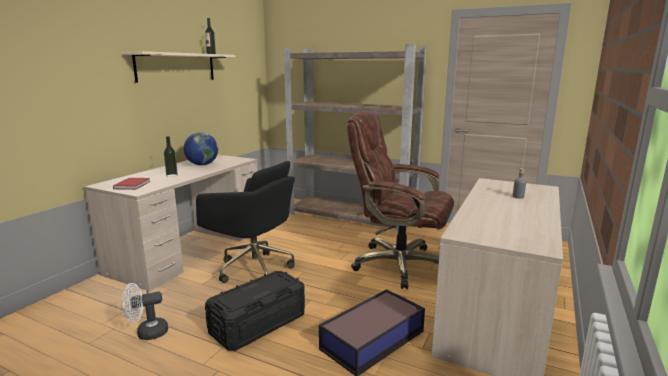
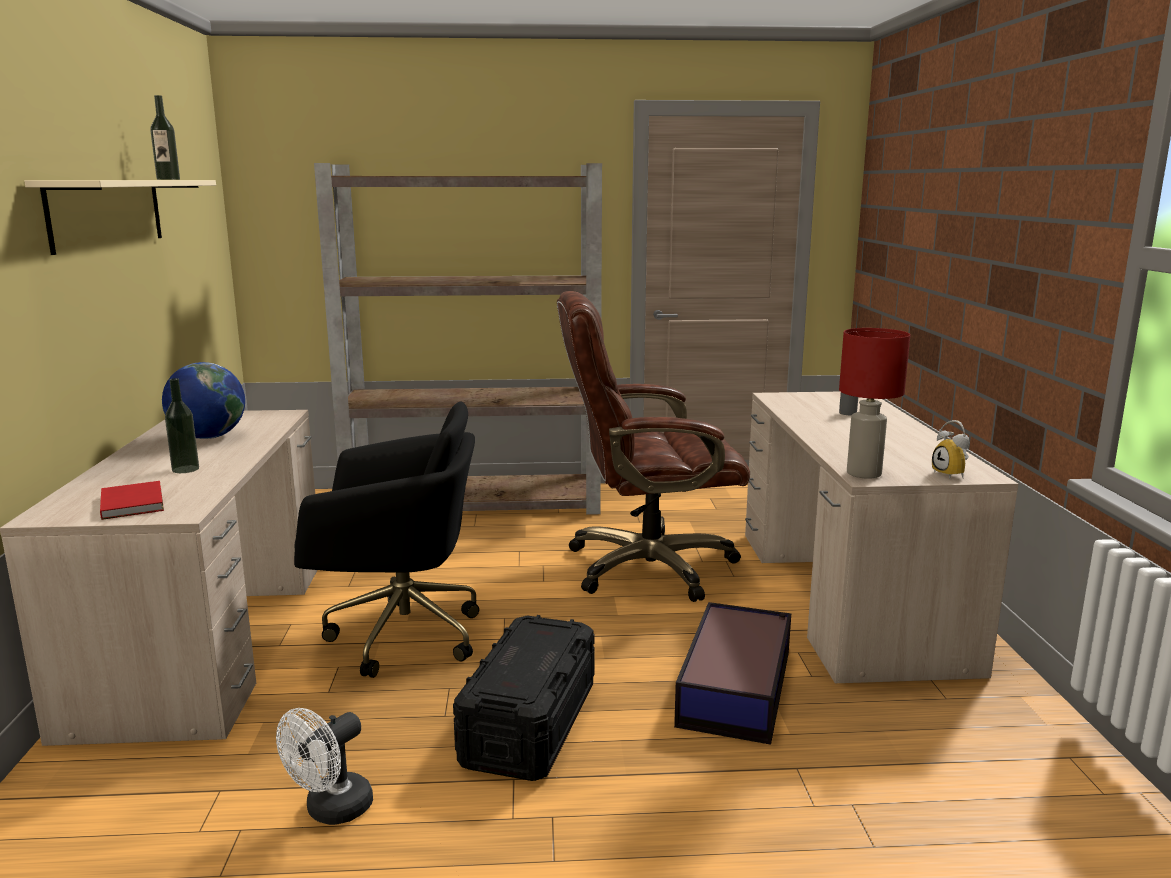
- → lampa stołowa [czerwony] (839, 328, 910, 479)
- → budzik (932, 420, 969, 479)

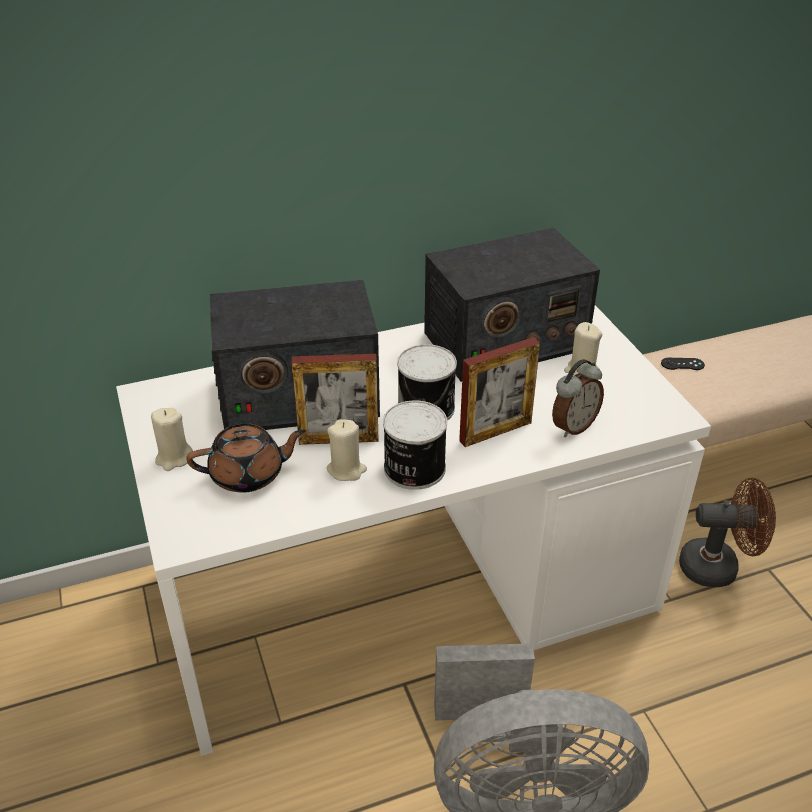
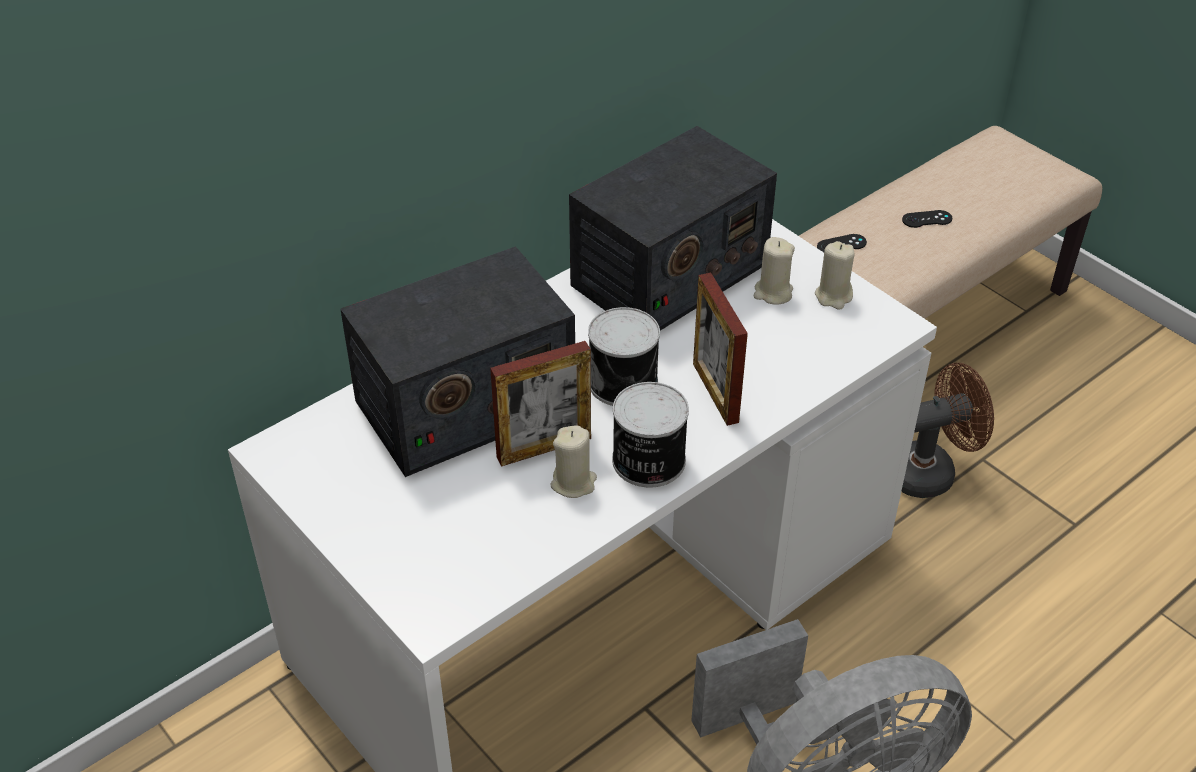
imbryk [brązowy] (186, 423, 306, 493) → -
budzik (552, 359, 604, 438) → -
- → pad do gier [czarny] (902, 210, 952, 228)
świeca [beżowy] (151, 408, 193, 471) → świeca [beżowy] (815, 241, 854, 310), move
ramka na zdjęcie (459, 337, 540, 447) → ramka na zdjęcie (693, 272, 748, 426), 120 degrees clockwise

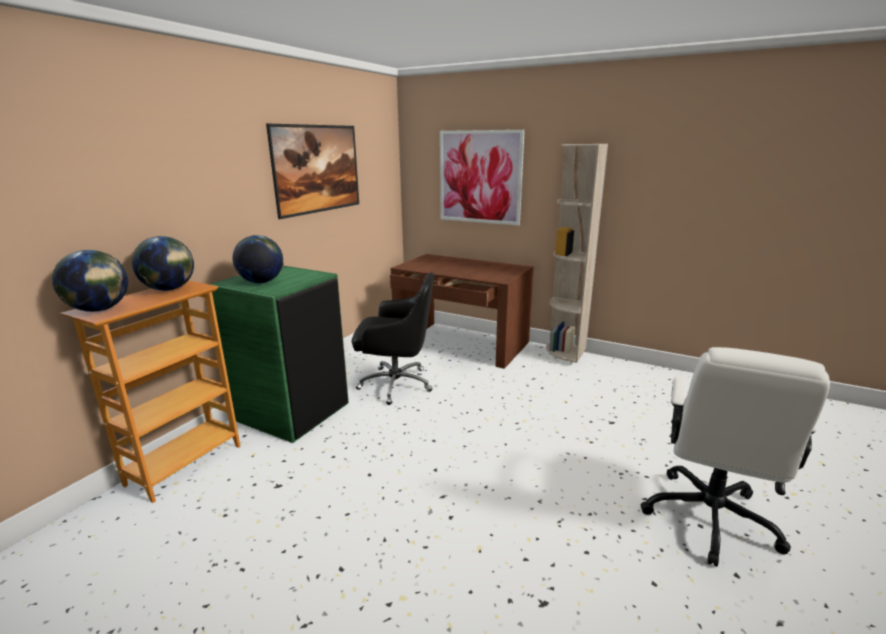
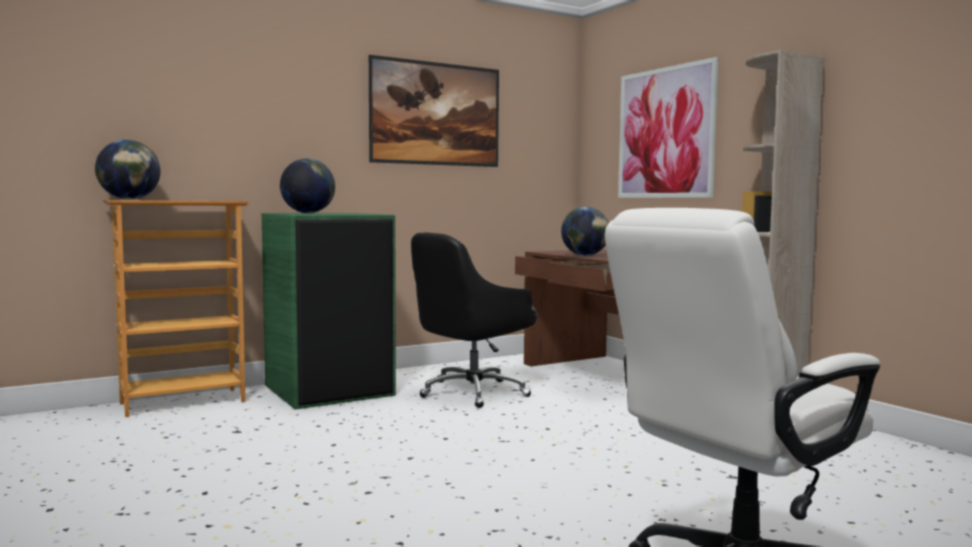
globus (132, 236, 194, 291) → globus (561, 207, 609, 256), move
krzesło biurowe [czarny] (352, 272, 434, 405) → krzesło biurowe [czarny] (411, 233, 538, 408), 105 degrees clockwise

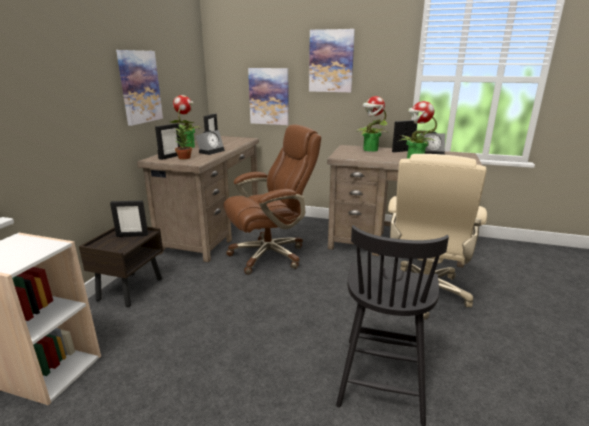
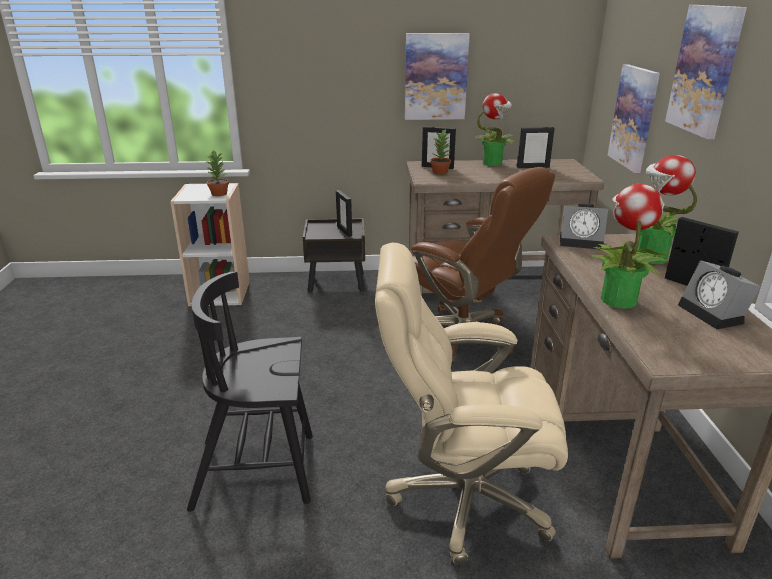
- → roślina doniczkowa (206, 149, 229, 196)
budzik (196, 130, 225, 155) → budzik (560, 204, 608, 250), move

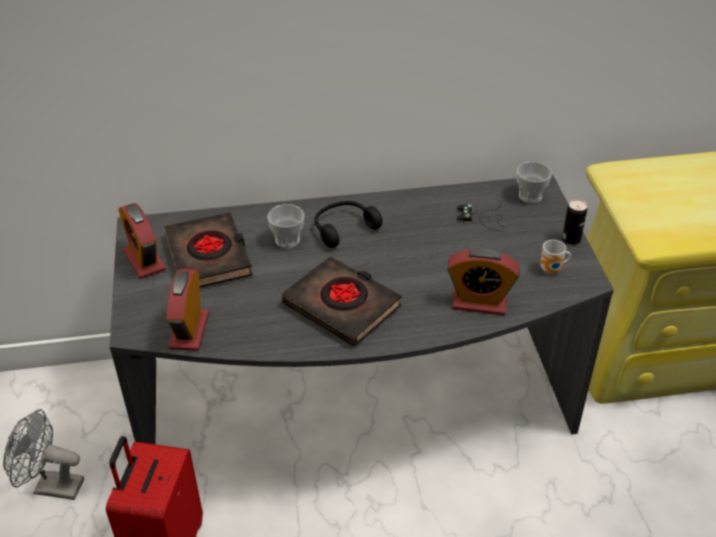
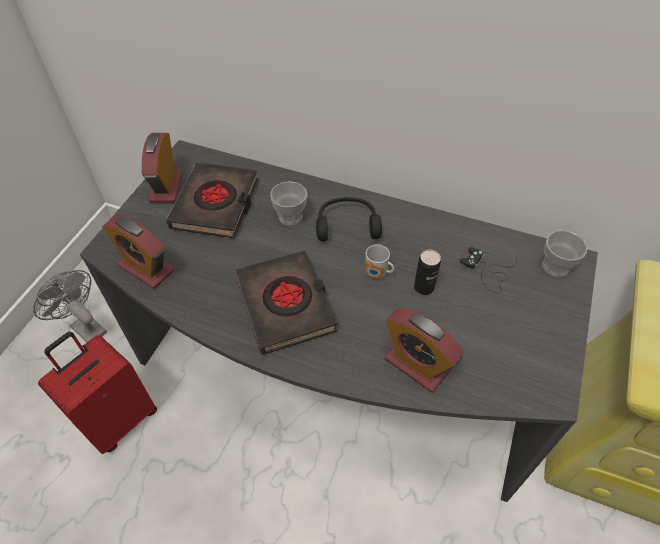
kubek (540, 240, 571, 274) → kubek (365, 244, 394, 279), move
puszka (562, 199, 587, 245) → puszka (414, 250, 441, 295), move
budzik (166, 269, 209, 351) → budzik (102, 215, 174, 289), 90 degrees counterclockwise

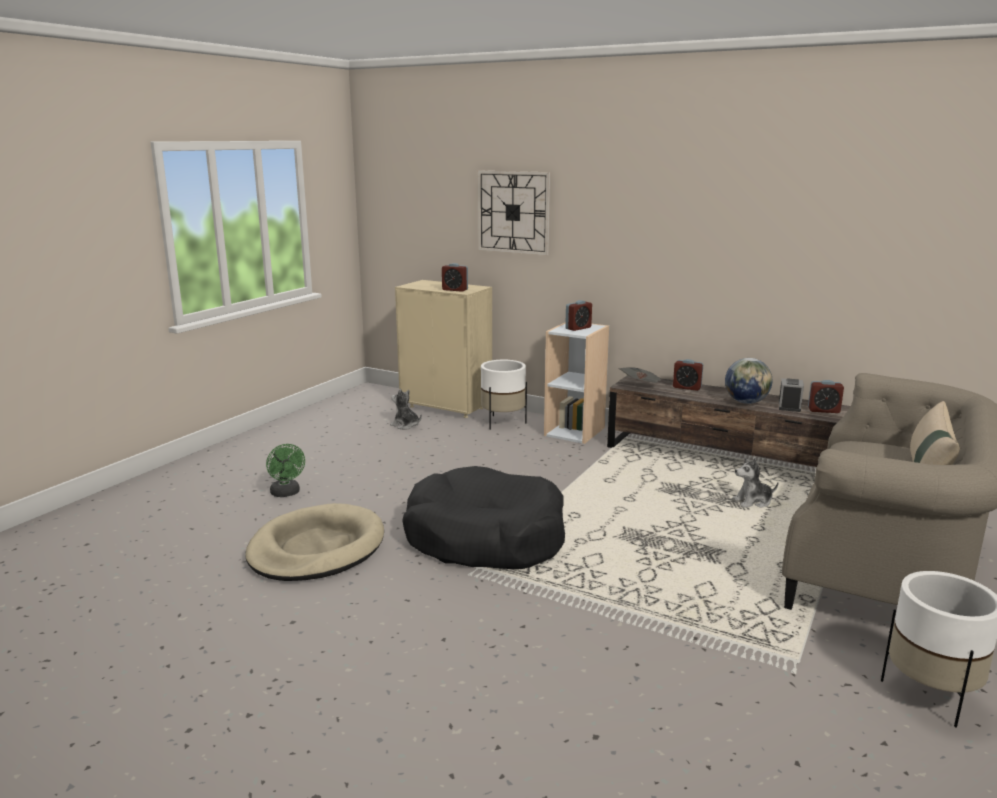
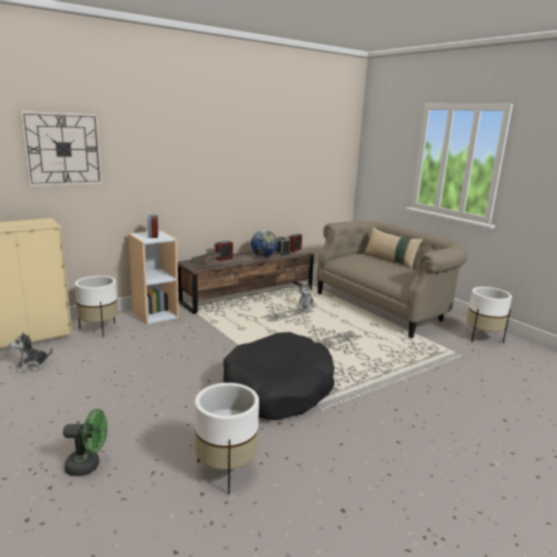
budzik (442, 263, 468, 292) → -
legowisko [beżowy] (245, 503, 384, 581) → donica [biały] (195, 383, 259, 494)

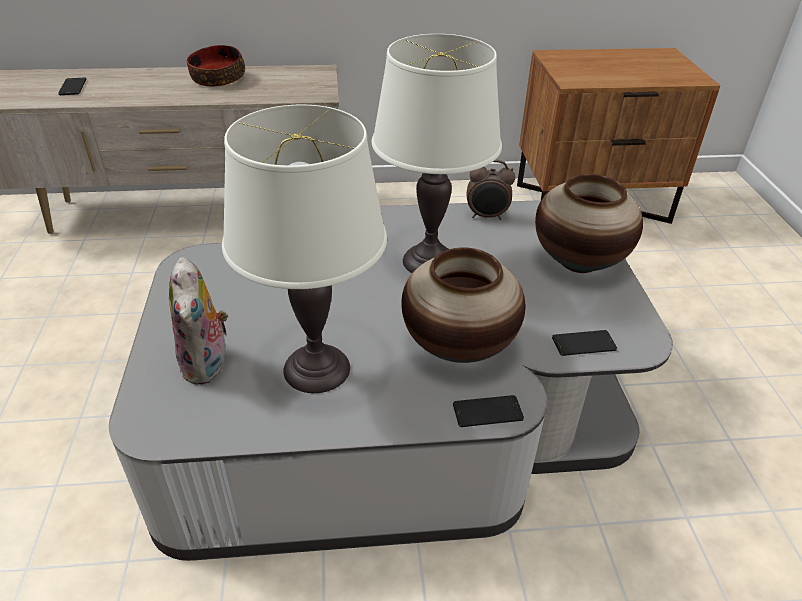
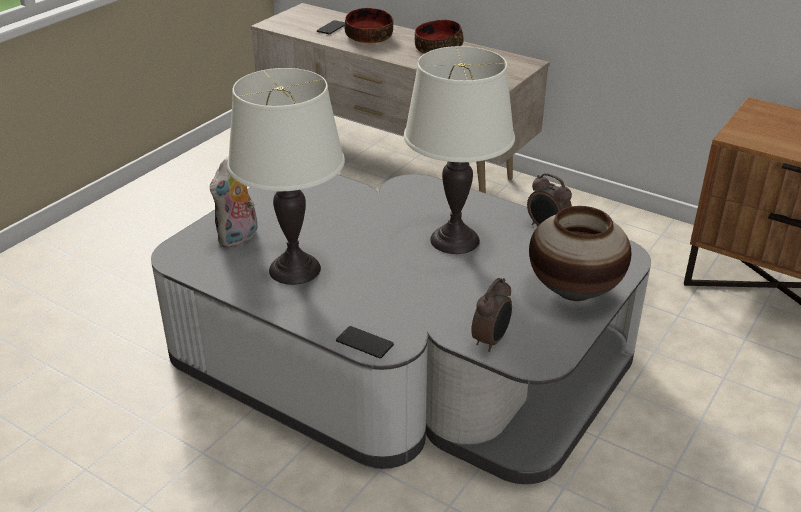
wazon (401, 247, 525, 363) → -
- → miska (344, 8, 393, 43)
telefon (552, 330, 617, 356) → budzik (471, 278, 512, 352)

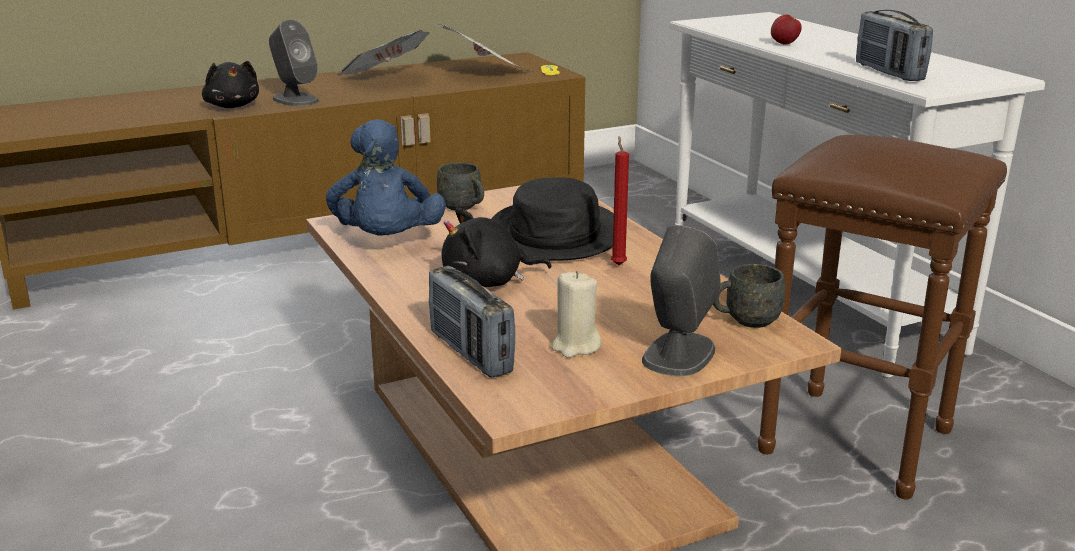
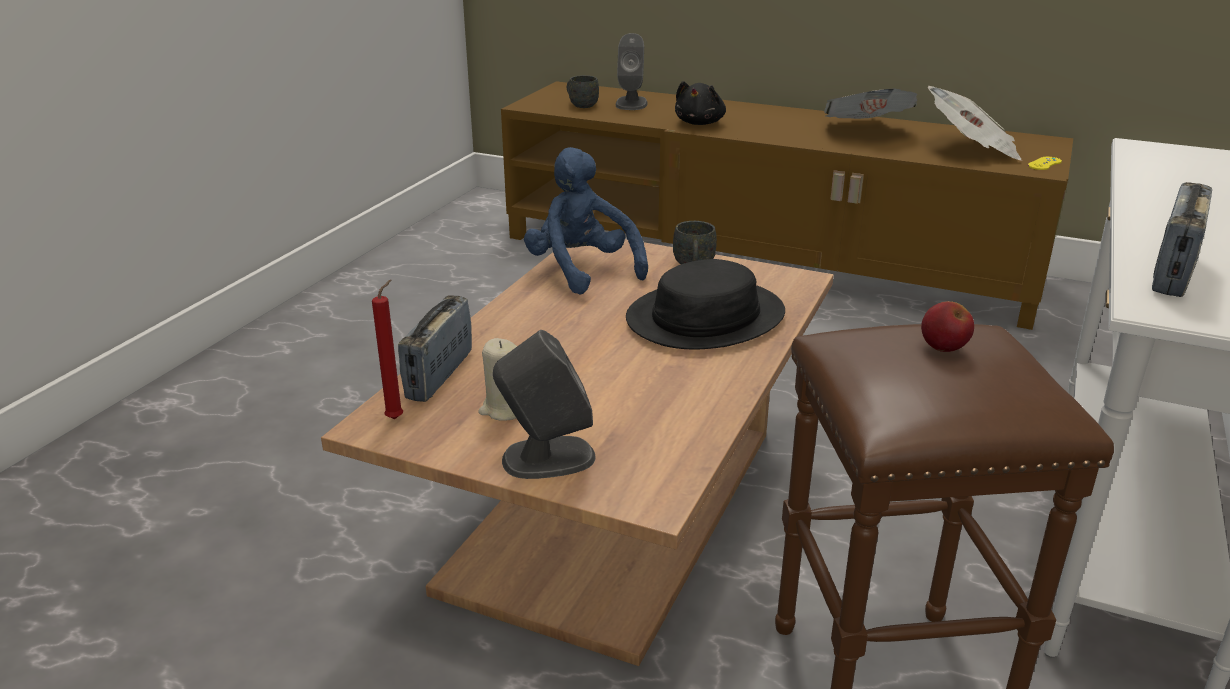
pluszak [czarny] (442, 208, 551, 287) → -
głośnik [szary] (269, 20, 319, 106) → głośnik [szary] (616, 33, 648, 110), move
świeca [czerwony] (611, 136, 629, 266) → świeca [czerwony] (372, 279, 403, 419), move
kubek [szary] (713, 264, 785, 328) → kubek [szary] (567, 75, 599, 108), move
jabłko (771, 14, 802, 44) → jabłko (921, 301, 974, 352), move
pluszak [niebieski] (326, 119, 446, 236) → pluszak [niebieski] (524, 147, 648, 295), 105 degrees clockwise

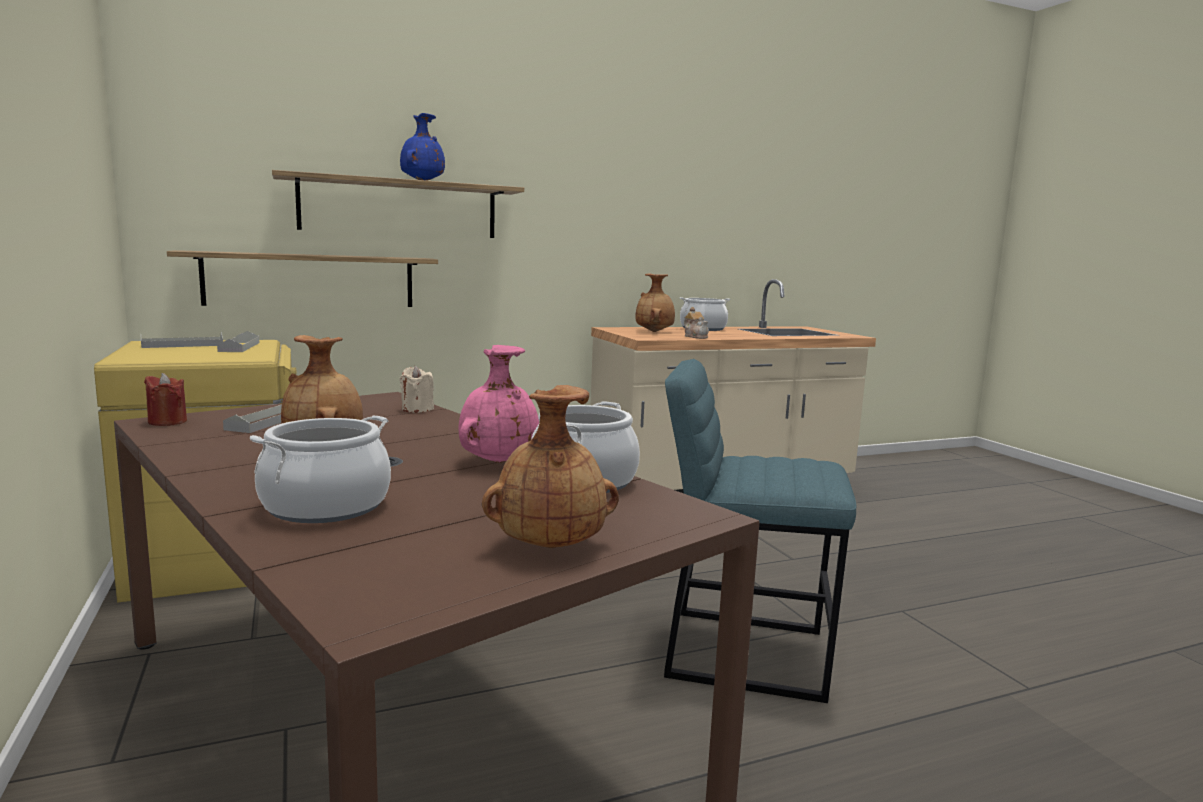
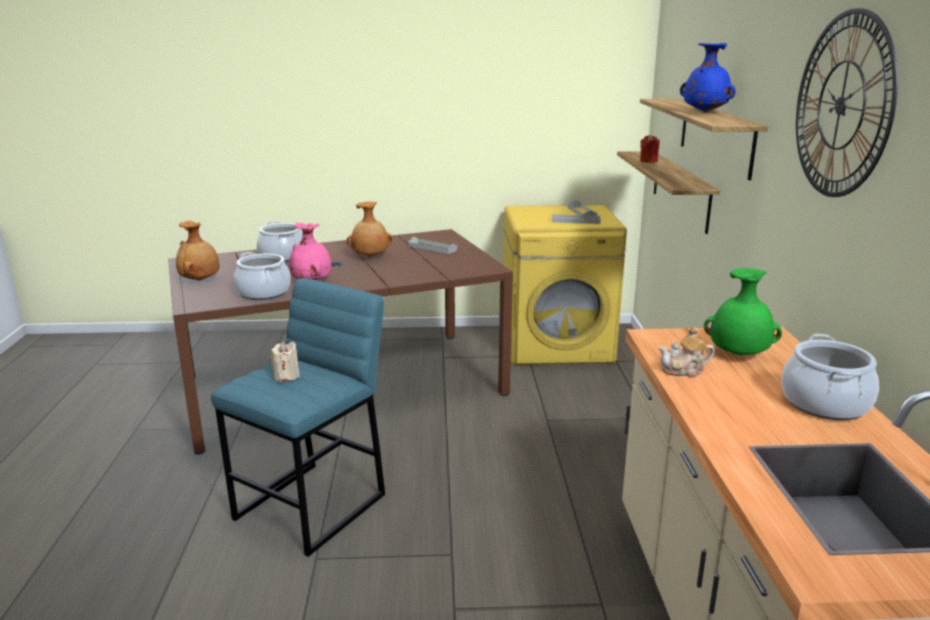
- → zegar ścienny (796, 8, 898, 197)
świeca [czerwony] (144, 373, 187, 426) → świeca [czerwony] (640, 135, 660, 163), move
świeca [beżowy] (400, 366, 434, 413) → świeca [beżowy] (271, 341, 300, 382), move
wazon [brązowy] (636, 273, 675, 332) → wazon [zielony] (704, 268, 782, 355)

